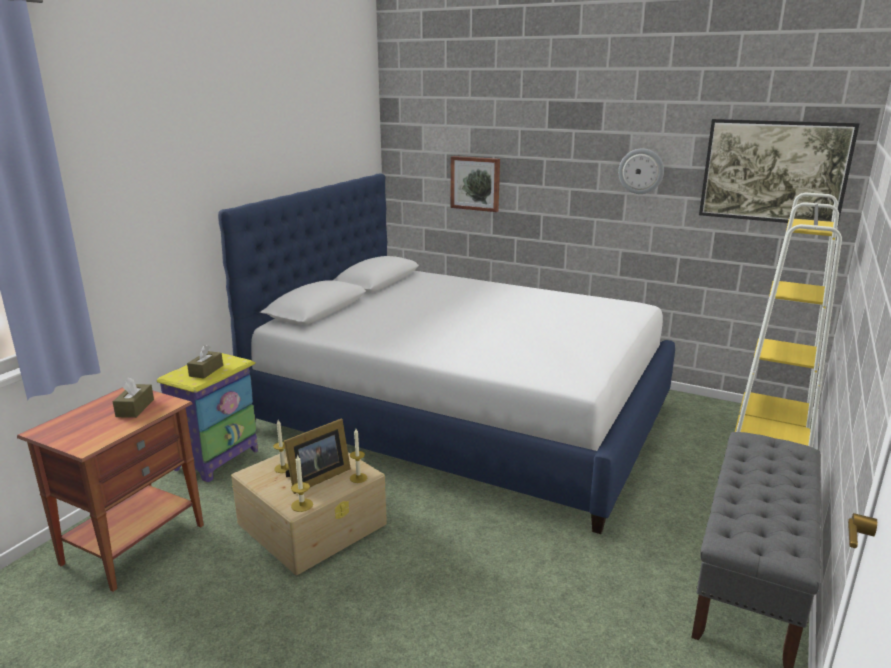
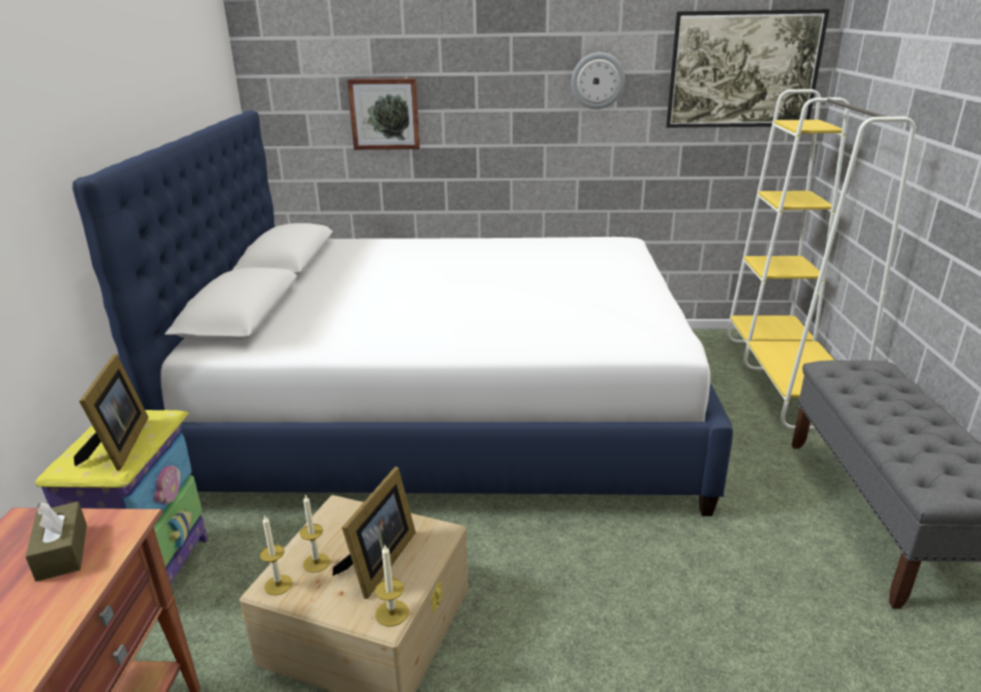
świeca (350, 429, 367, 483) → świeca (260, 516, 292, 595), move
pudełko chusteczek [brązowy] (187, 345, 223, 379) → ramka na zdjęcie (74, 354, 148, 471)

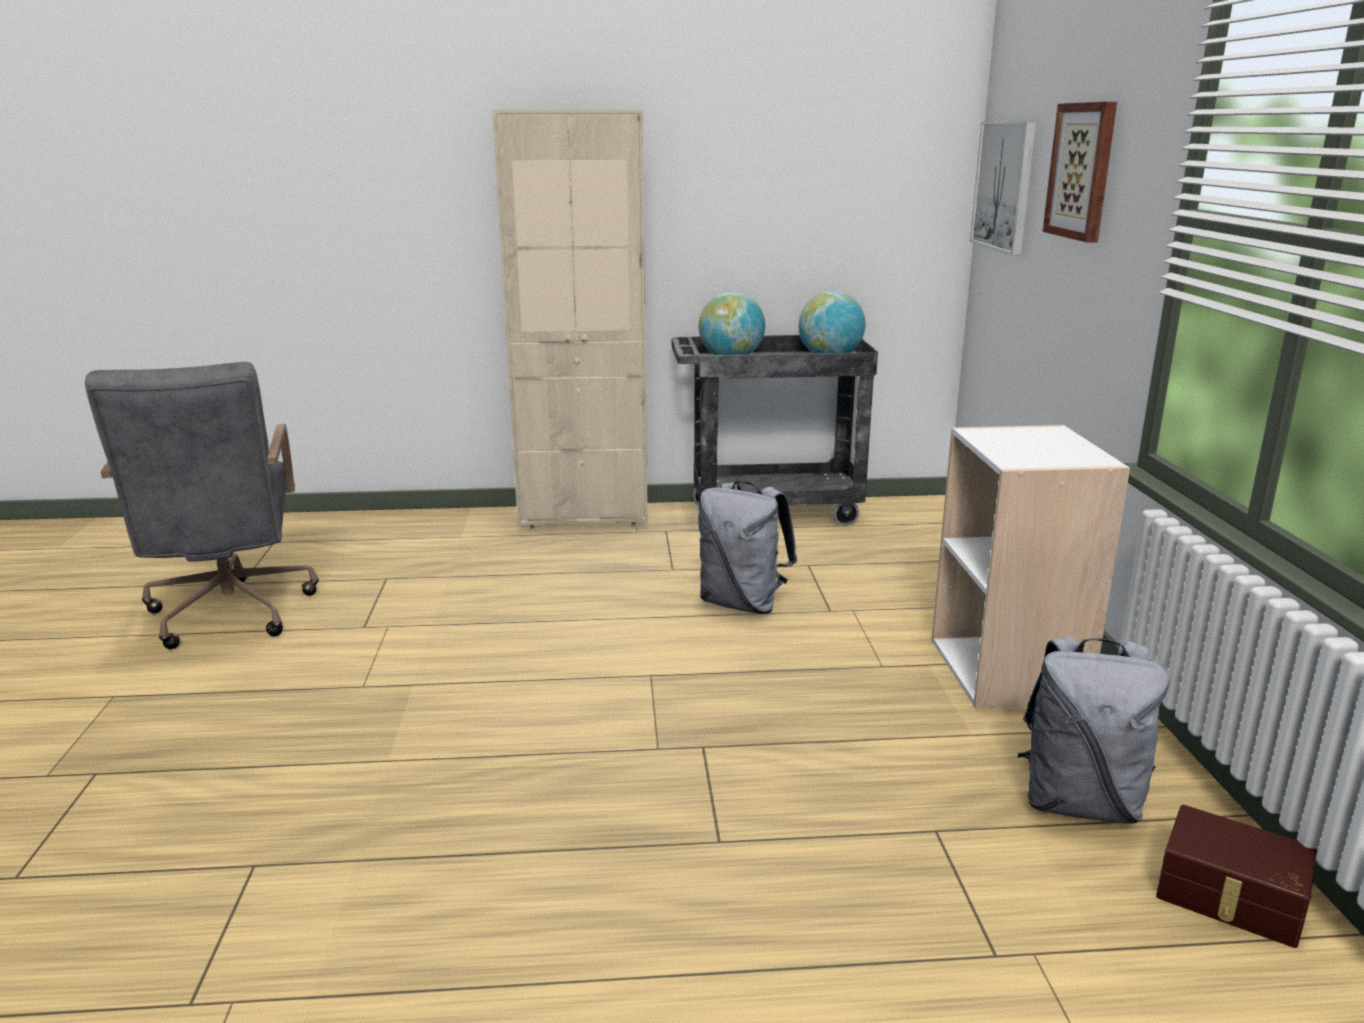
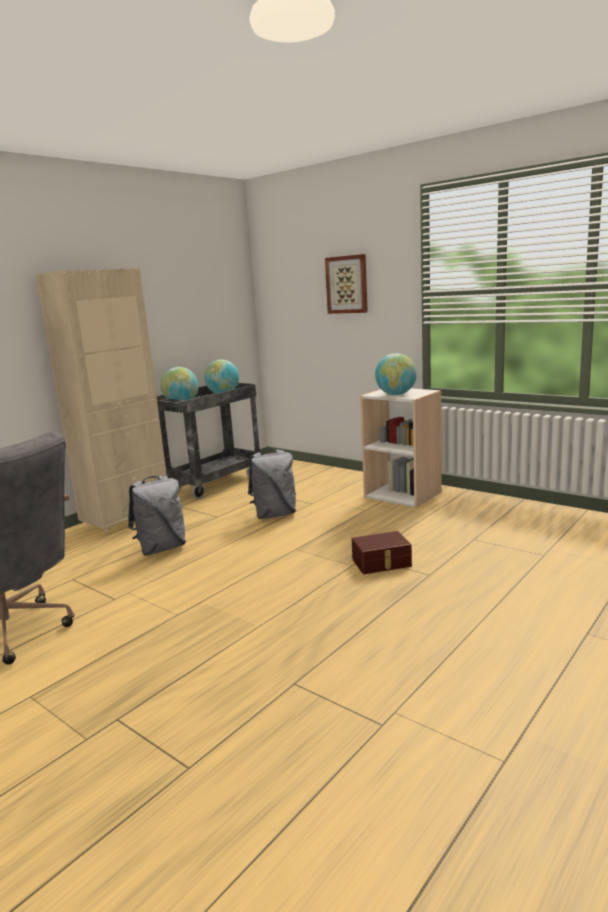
obraz (970, 121, 1036, 255) → -
- → globus (375, 353, 417, 395)
plecak [szary] (1018, 635, 1169, 823) → plecak [szary] (128, 476, 186, 555), move
pojemnik do przechowywania [brązowy] (1156, 805, 1317, 948) → pojemnik do przechowywania [brązowy] (352, 531, 412, 574), move

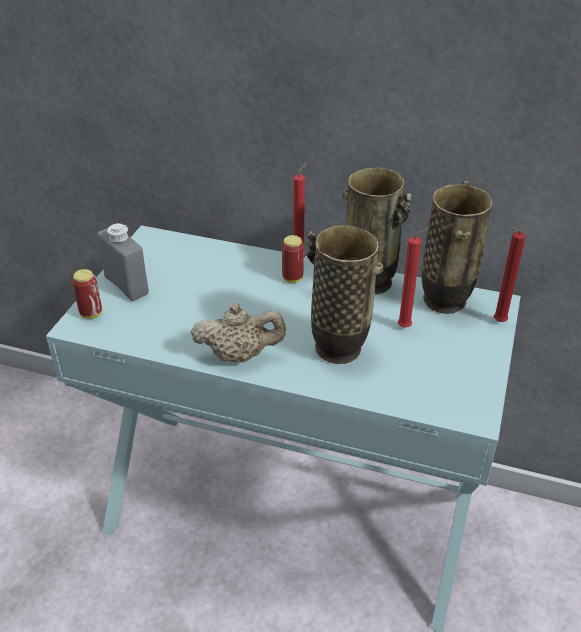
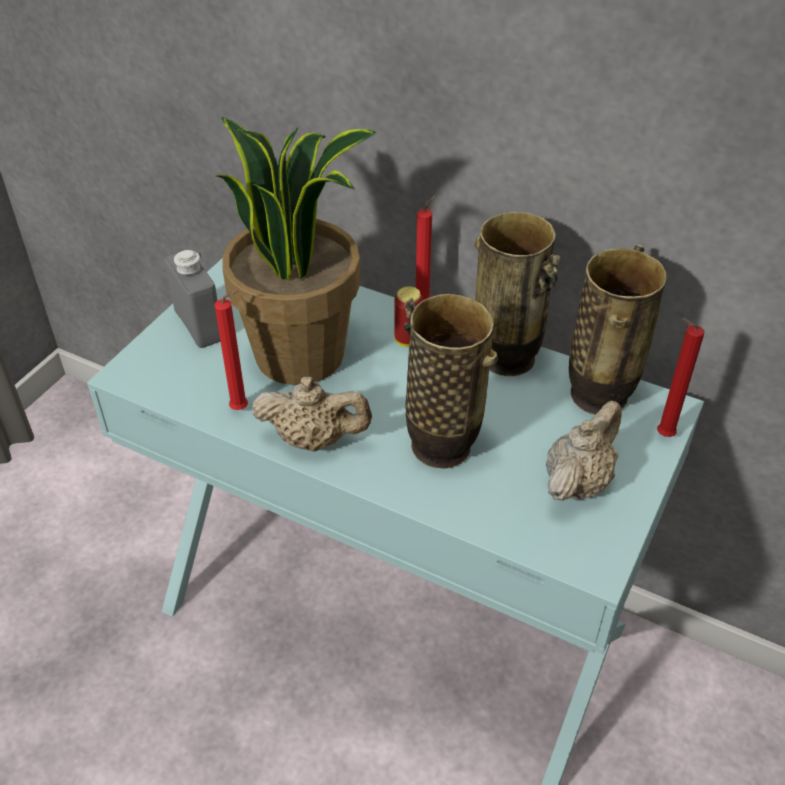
puszka (72, 269, 102, 319) → -
- → roślina doniczkowa (216, 117, 377, 385)
- → imbryk [beżowy] (546, 401, 622, 501)
świeca [czerwony] (398, 228, 429, 328) → świeca [czerwony] (215, 290, 248, 410), move

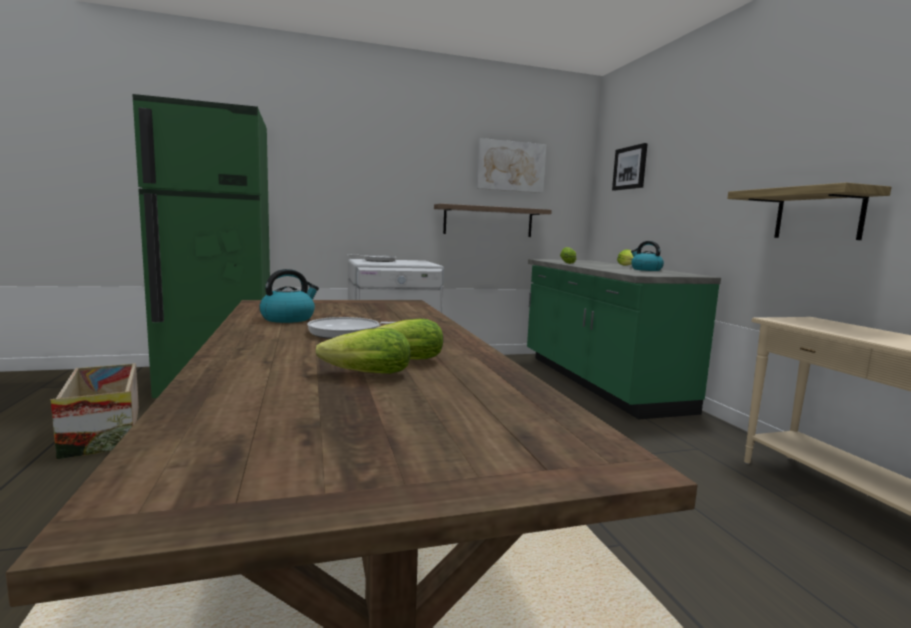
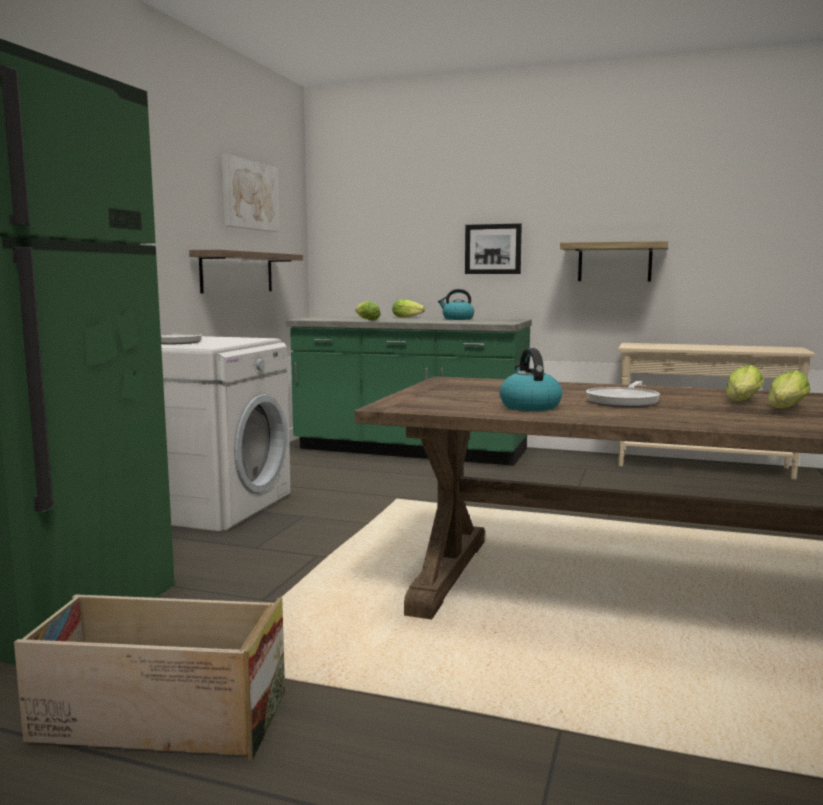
obraz (612, 143, 648, 191) → obraz (465, 223, 522, 274), move

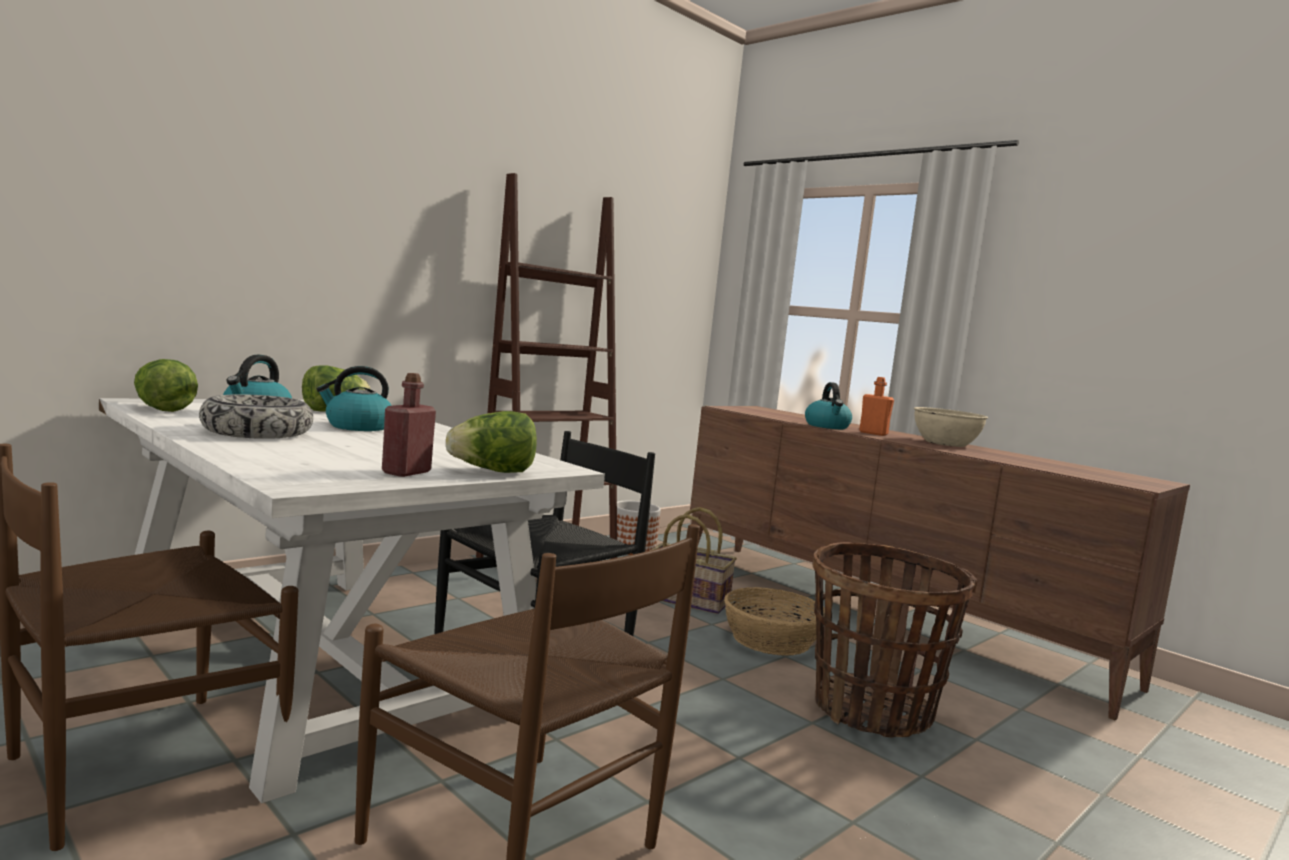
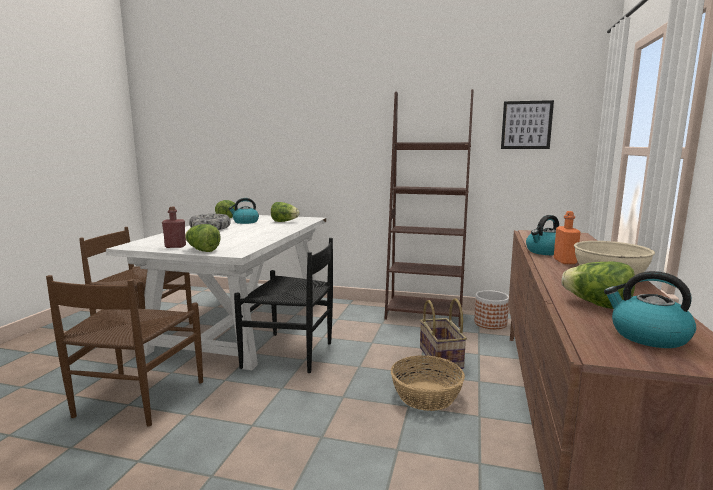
koszyk (812, 542, 978, 737) → -
- → obraz (501, 100, 554, 149)
- → sałata (562, 261, 635, 309)
czajnik (316, 366, 392, 431) → czajnik (604, 271, 696, 348), move

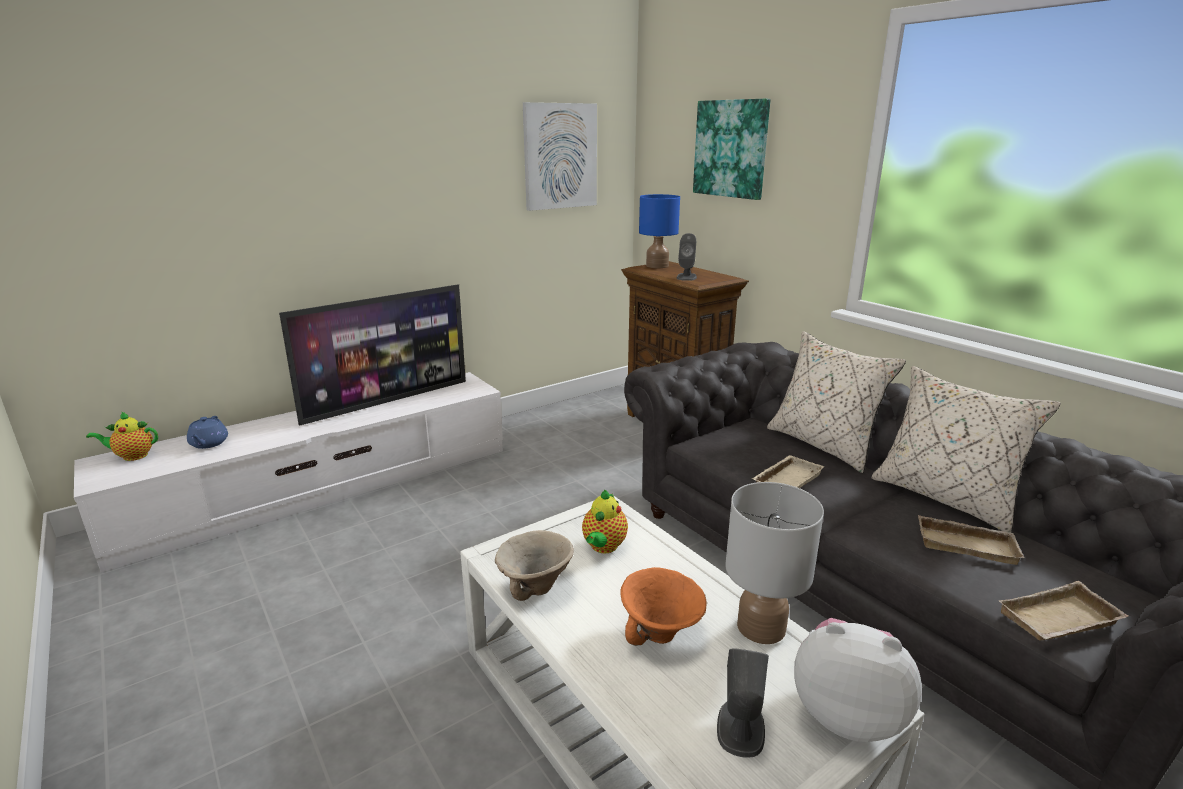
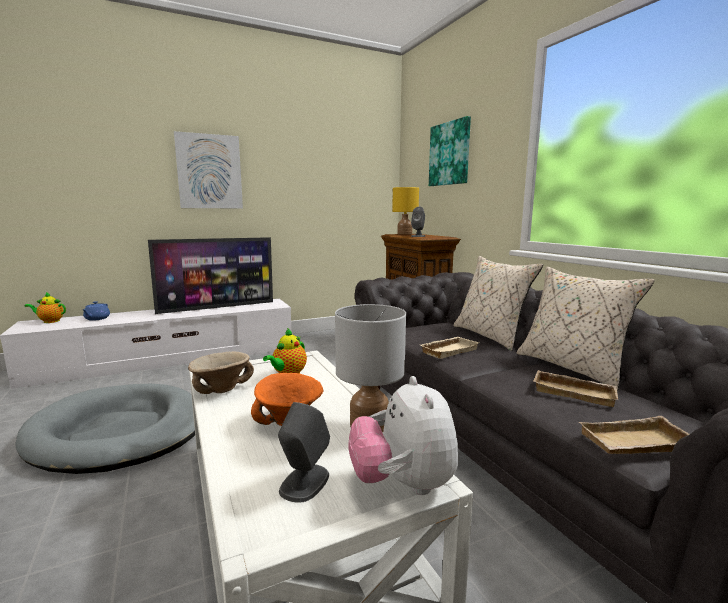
- → legowisko [szary] (15, 384, 195, 474)
obraz (523, 102, 597, 211) → obraz (174, 131, 243, 208), move
lampa stołowa [niebieski] (639, 194, 680, 268) → lampa stołowa [żółty] (392, 187, 419, 235)
pluszak (794, 618, 922, 742) → pluszak (348, 376, 459, 495), 135 degrees counterclockwise

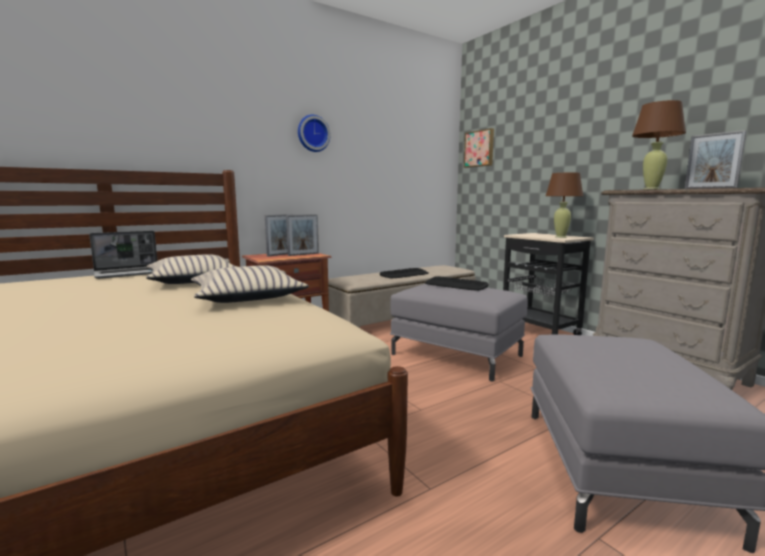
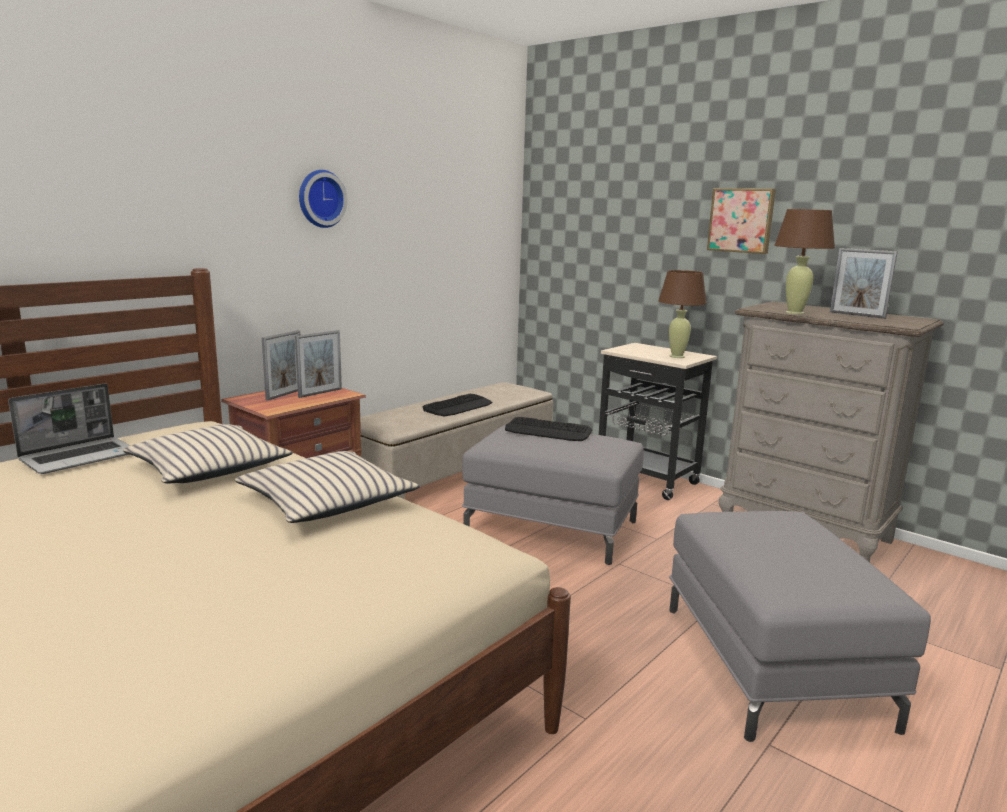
obraz (464, 128, 494, 168) → obraz (707, 188, 776, 254), move

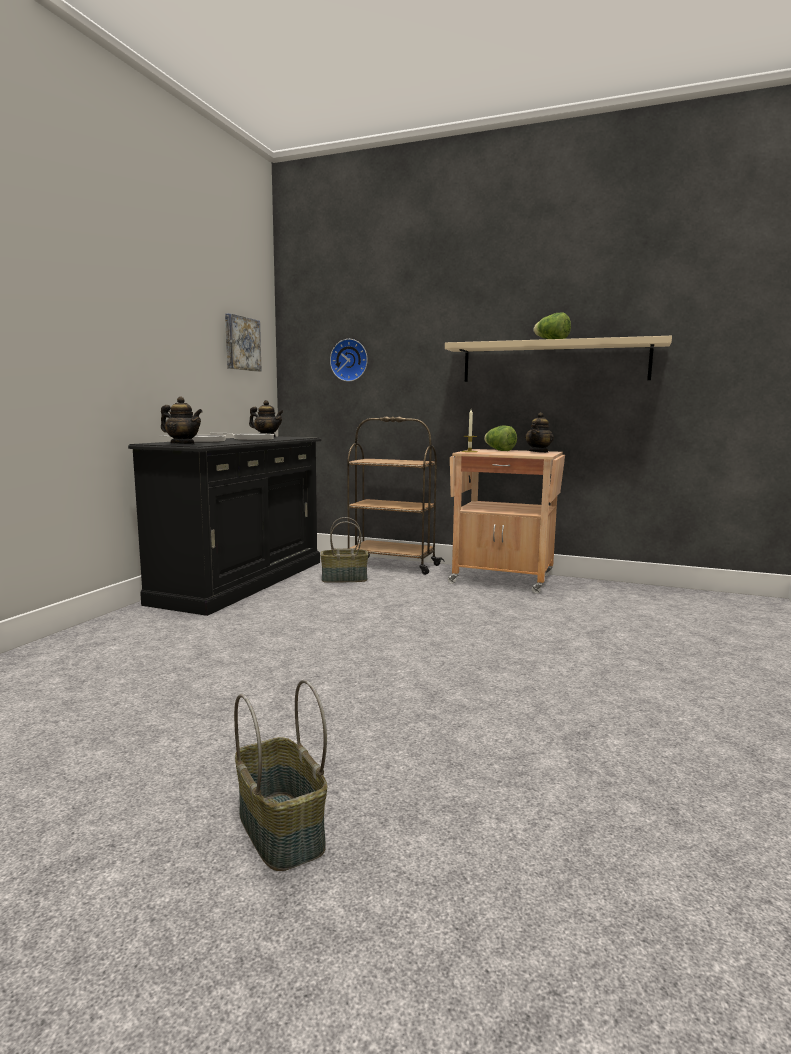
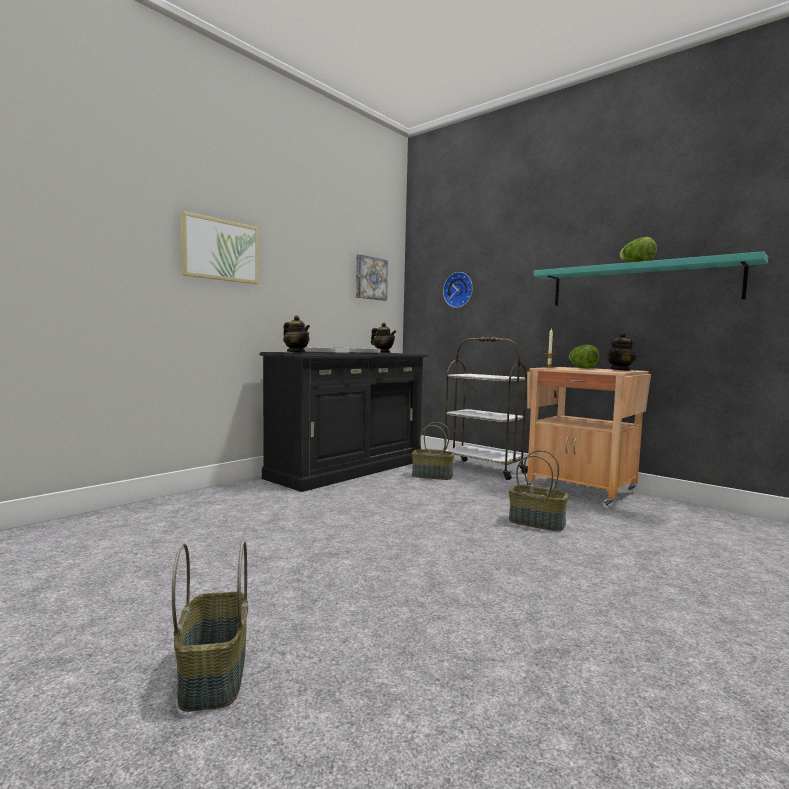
- → obraz (180, 211, 258, 284)
- → koszyk (509, 450, 569, 531)
wózek [brązowy] (347, 416, 444, 575) → wózek [biały] (444, 337, 528, 480)
półka [beżowy] (445, 336, 672, 382) → półka [turkusowy] (534, 251, 768, 306)

